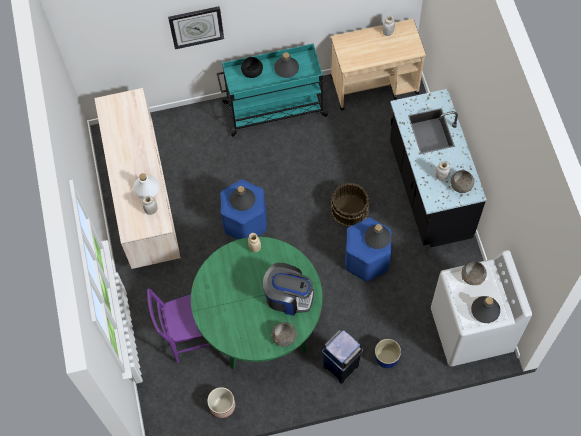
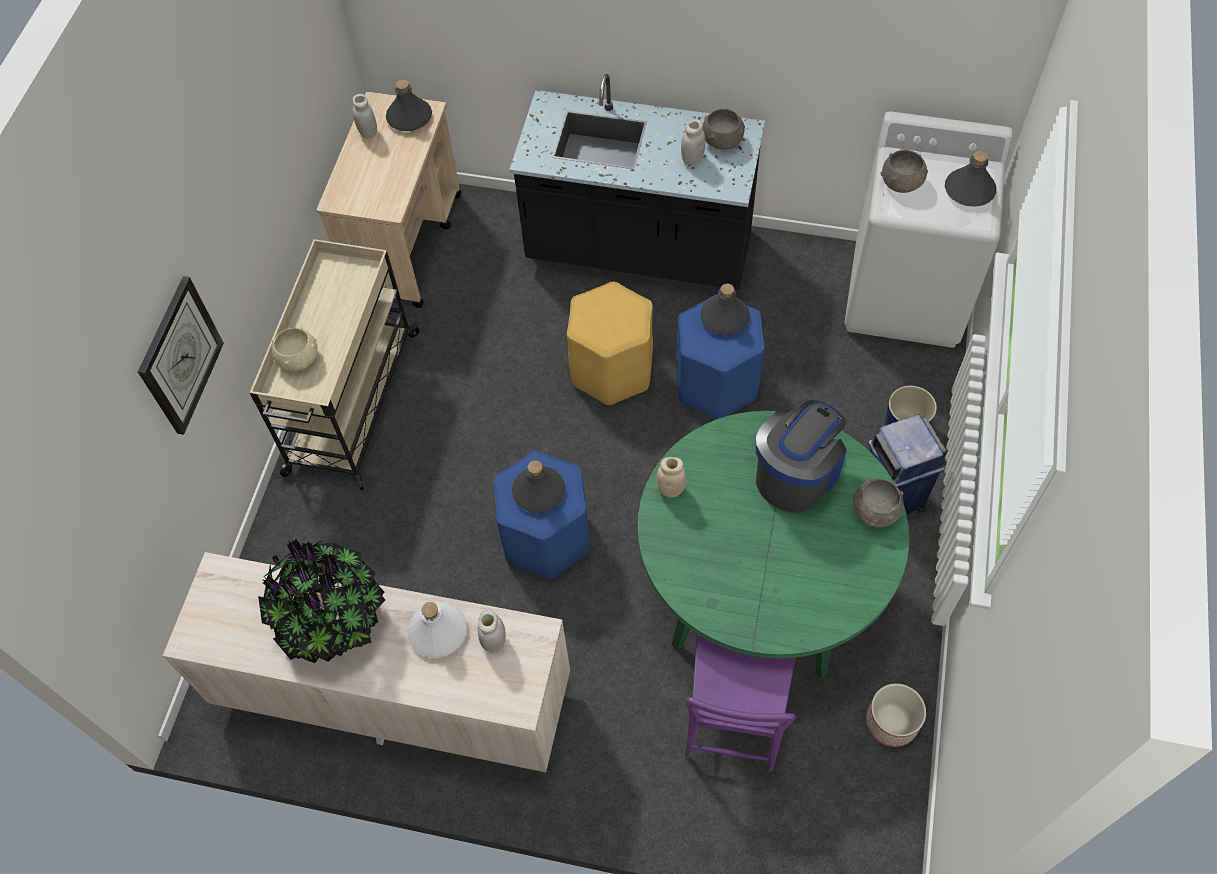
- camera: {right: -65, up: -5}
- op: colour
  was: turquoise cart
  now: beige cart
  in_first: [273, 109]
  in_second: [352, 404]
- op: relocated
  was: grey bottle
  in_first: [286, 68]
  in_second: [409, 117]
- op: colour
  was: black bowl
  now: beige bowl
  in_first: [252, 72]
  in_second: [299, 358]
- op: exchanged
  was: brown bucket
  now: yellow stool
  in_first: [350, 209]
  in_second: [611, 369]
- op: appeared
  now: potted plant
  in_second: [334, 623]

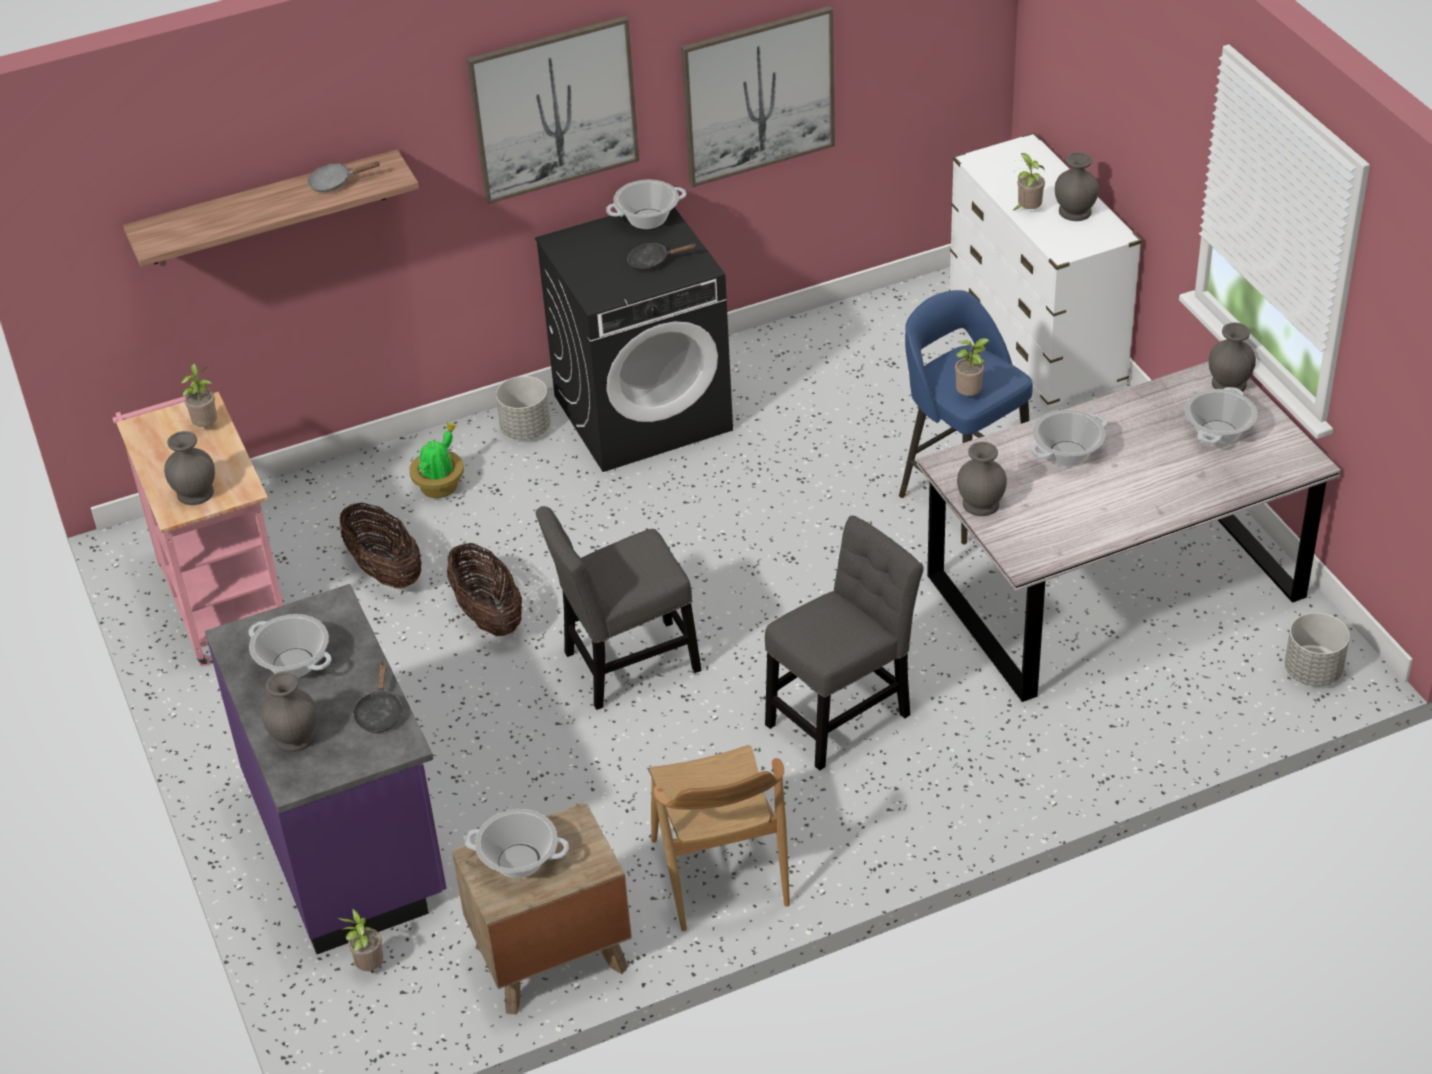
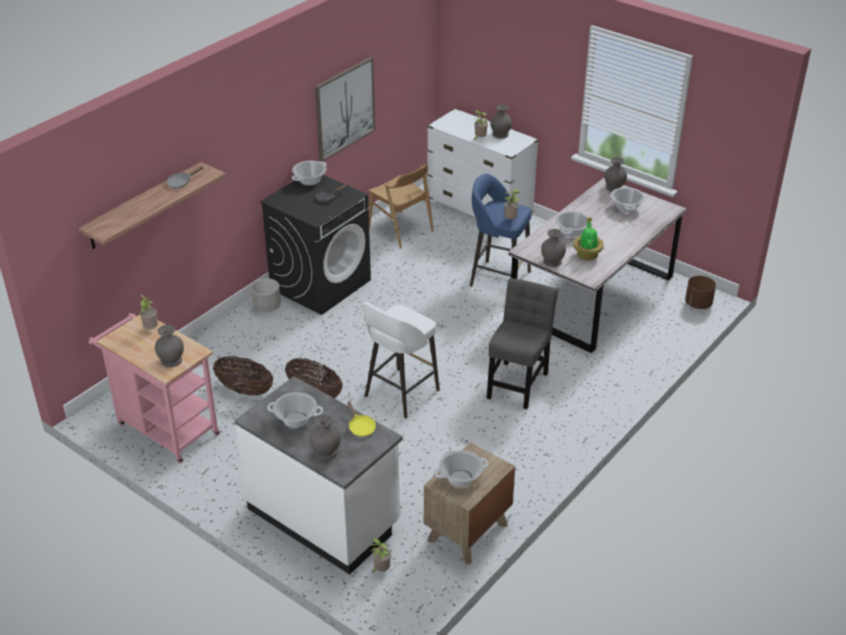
- camera: {right: -30, up: -5}
- op: missing
  was: picture
  in_first: [554, 109]
- op: relocated
  was: potted plant
  in_first: [440, 485]
  in_second: [587, 254]
- op: exchanged
  was: grey chair
  now: white stool
  in_first: [625, 665]
  in_second: [400, 394]
- op: colour
  was: purple counter
  now: white counter
  in_first: [349, 840]
  in_second: [324, 517]
- op: colour
  was: grey planter
  now: brown planter
  in_first: [1312, 672]
  in_second: [698, 304]
- op: colour
  was: black frying pan
  now: yellow frying pan
  in_first: [379, 713]
  in_second: [360, 427]
- op: relocated
  was: brown chair
  in_first: [719, 873]
  in_second: [400, 230]

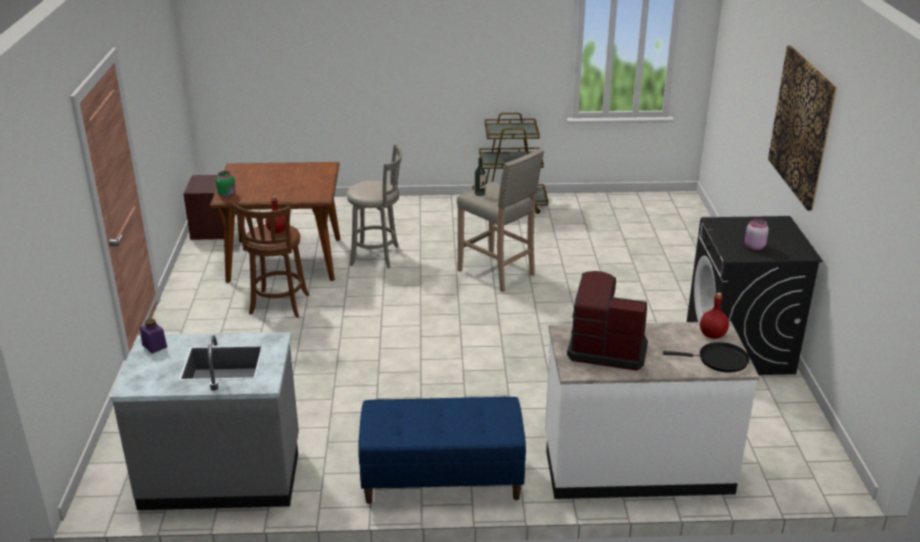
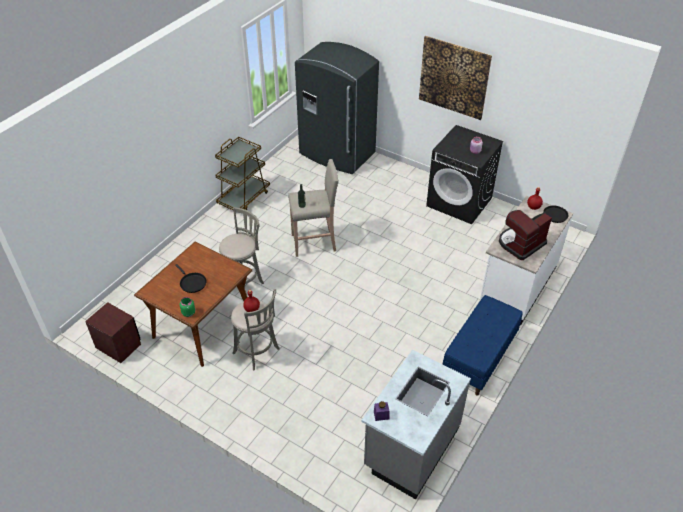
- camera: {right: -55, up: 15}
- op: colour
  was: brown stool
  now: grey stool
  in_first: [278, 306]
  in_second: [258, 352]
- op: appeared
  now: grey fridge
  in_second: [336, 154]
- op: appeared
  now: black frying pan
  in_second: [192, 283]

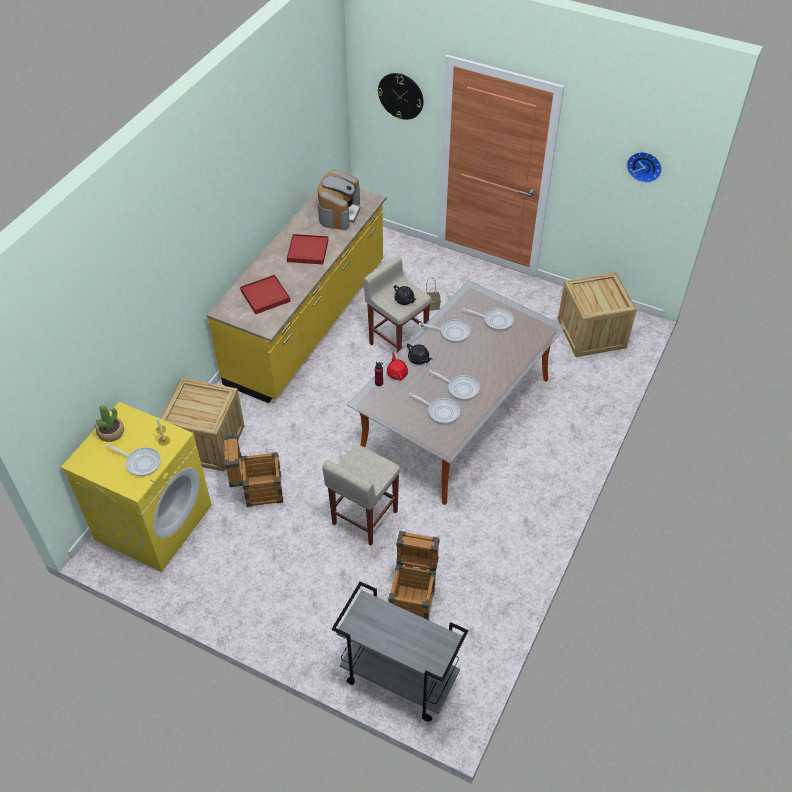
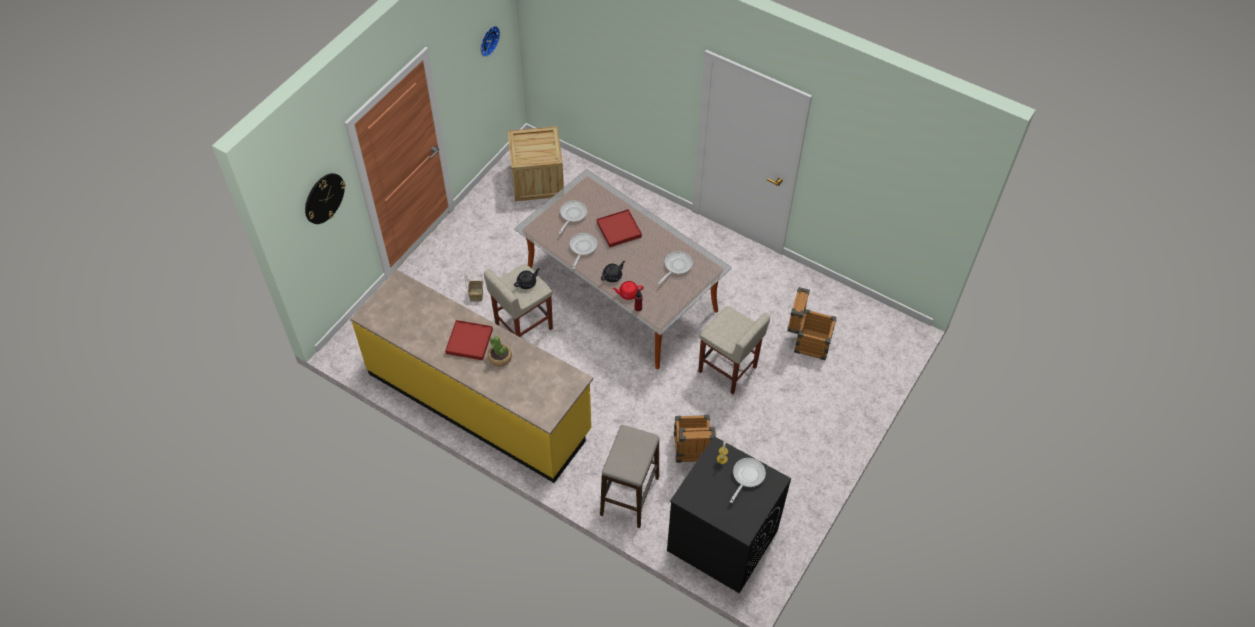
- camera: {right: -85, up: 5}
- op: missing
  was: coffee machine
  in_first: [339, 212]
- op: relocated
  was: red tray
  in_first: [265, 296]
  in_second: [618, 229]
- op: missing
  was: frying pan
  in_first: [460, 388]
- op: exchanged
  was: crate
  now: stool
  in_first: [207, 442]
  in_second: [630, 496]
- op: colour
  was: yellow washing machine
  now: black washing machine
  in_first: [153, 521]
  in_second: [721, 540]
- op: relocated
  was: potted plant
  in_first: [111, 432]
  in_second: [500, 357]
- op: missing
  was: grey cart
  in_first: [398, 679]

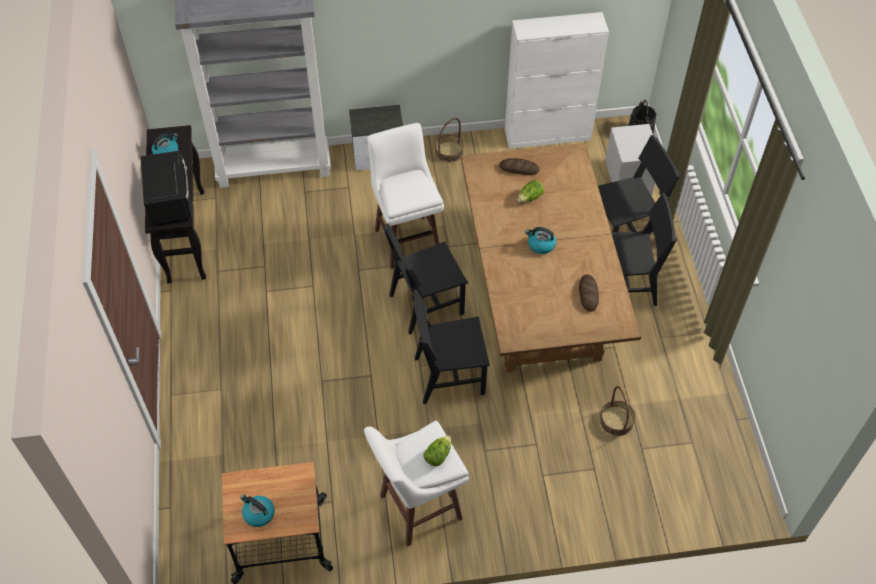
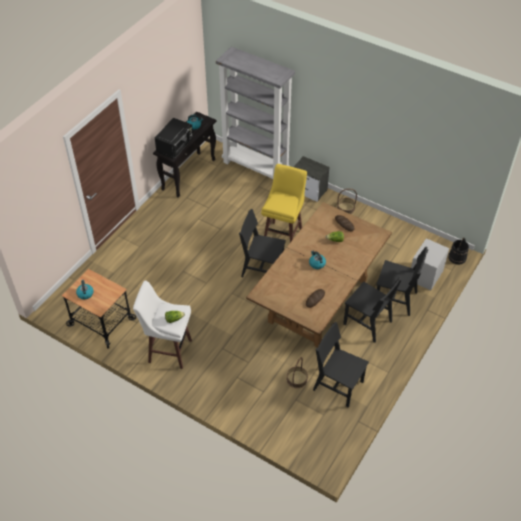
- camera: {right: 40, up: -5}
- op: missing
  was: white cabinet
  in_first: [548, 135]
- op: colour
  was: white stool
  now: yellow stool
  in_first: [407, 240]
  in_second: [283, 235]
- op: relocated
  was: black chair
  in_first: [449, 376]
  in_second: [338, 385]

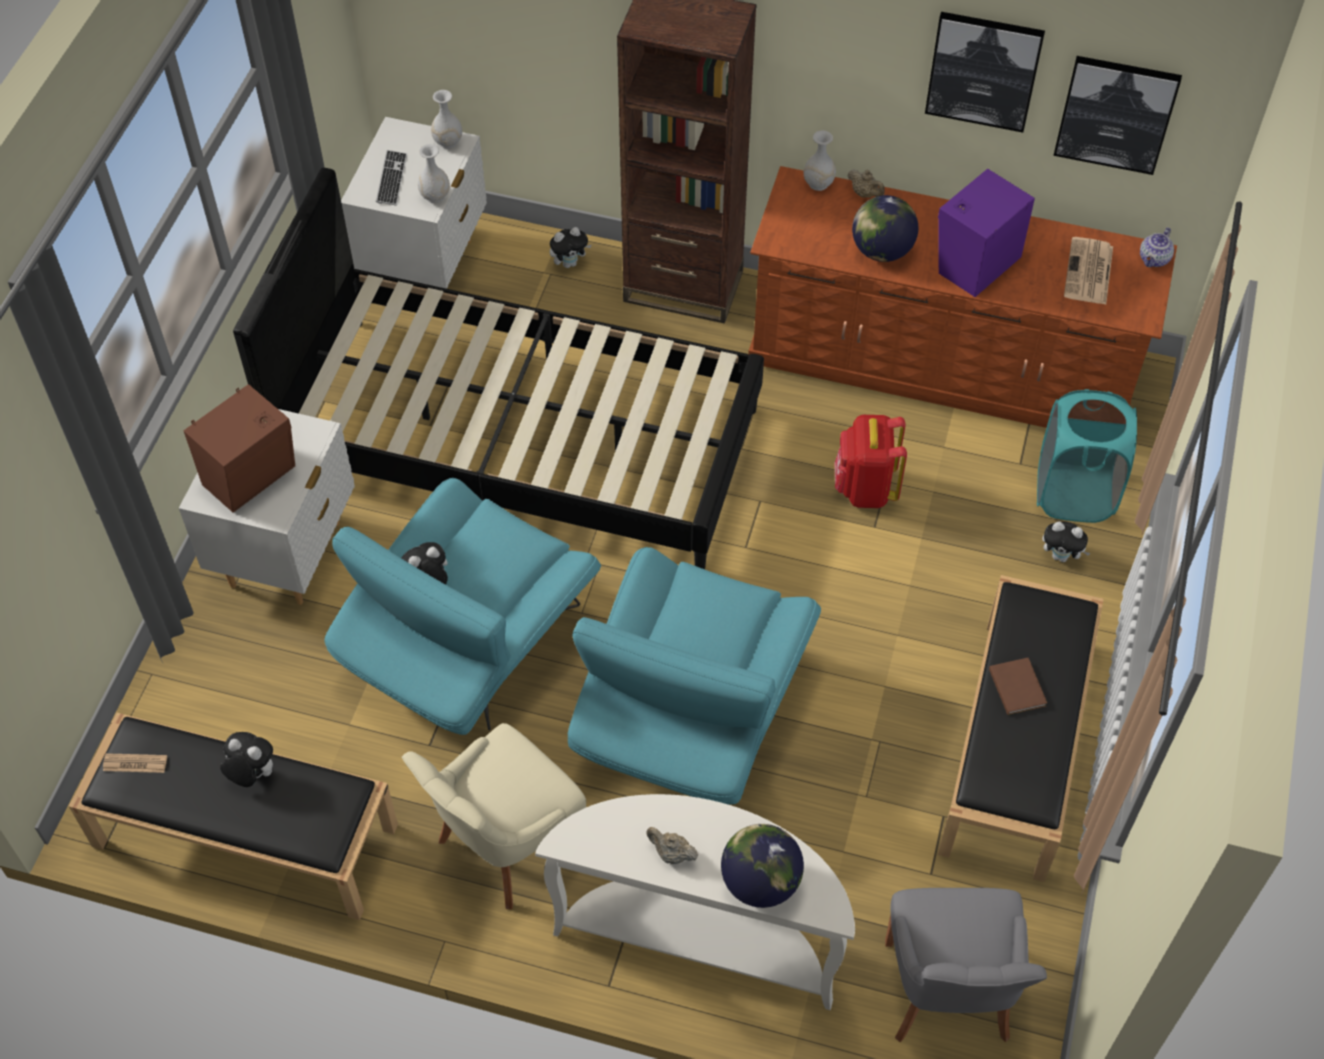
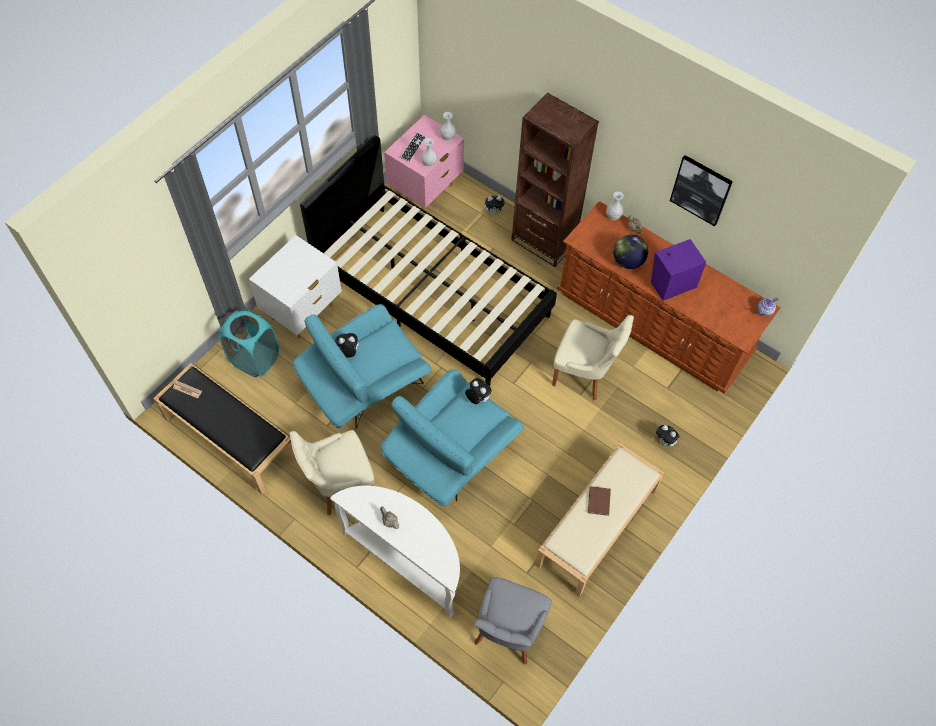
- camera: {right: 20, up: 5}
- op: missing
  was: picture
  in_first: [1116, 113]
- op: colour
  was: white nightstand
  now: pink nightstand
  in_first: [425, 266]
  in_second: [425, 191]
- op: missing
  was: newspaper
  in_first: [1089, 273]
- op: missing
  was: brown speaker
  in_first: [253, 477]
- op: relocated
  was: turquoise laundry basket
  in_first: [1074, 493]
  in_second: [255, 359]
- op: exchanged
  was: red backpack
  now: beige chair
  in_first: [865, 488]
  in_second: [584, 374]
- op: colour
  was: black bench
  now: beige bench
  in_first: [1016, 747]
  in_second: [596, 527]
- op: relocated
  was: plush toy
  in_first: [252, 775]
  in_second: [477, 399]
- op: missing
  was: globe
  in_first: [760, 881]

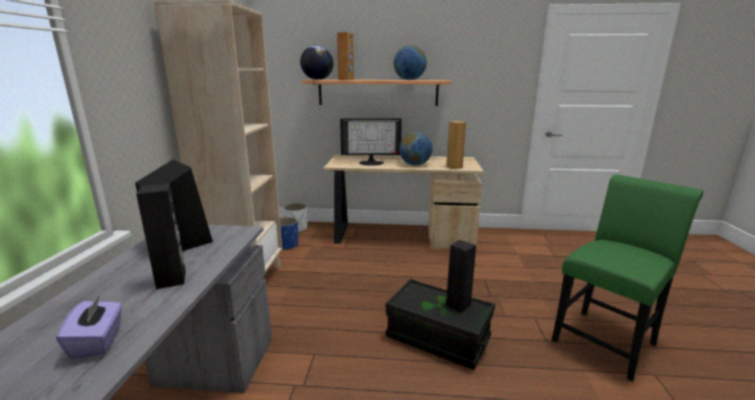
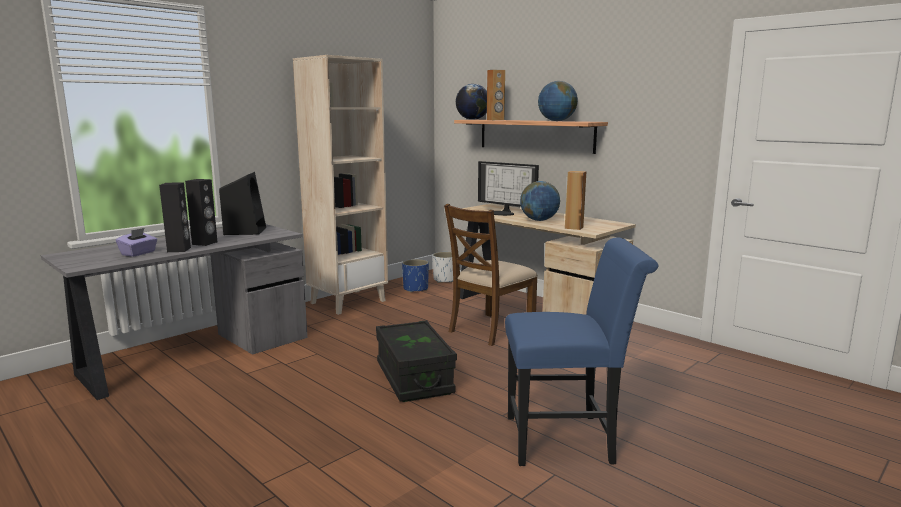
- camera: {right: 40, up: -5}
- op: colour
  was: green chair
  now: blue chair
  in_first: [607, 339]
  in_second: [568, 439]
- op: relocated
  was: black speaker
  in_first: [458, 305]
  in_second: [179, 250]
- op: appeared
  now: brown chair
  in_second: [490, 329]

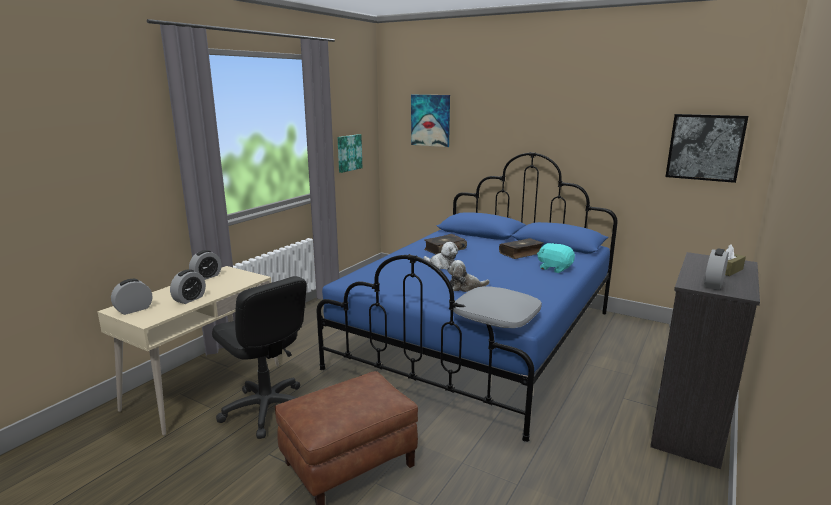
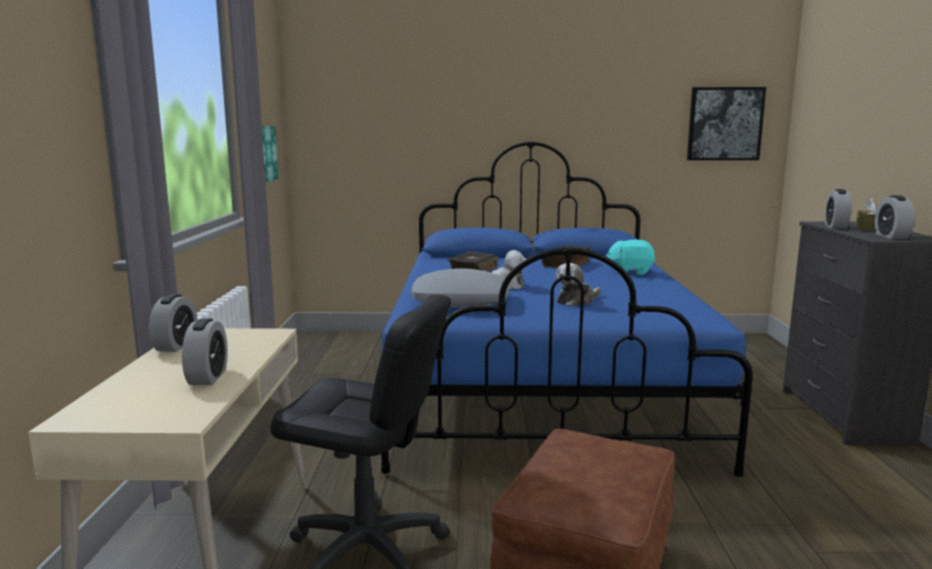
- camera: {right: -30, up: -5}
- op: missing
  was: picture
  in_first: [430, 120]
- op: relocated
  was: alarm clock
  in_first: [134, 309]
  in_second: [835, 226]
- op: relocated
  was: grey pillow
  in_first: [497, 316]
  in_second: [461, 301]

